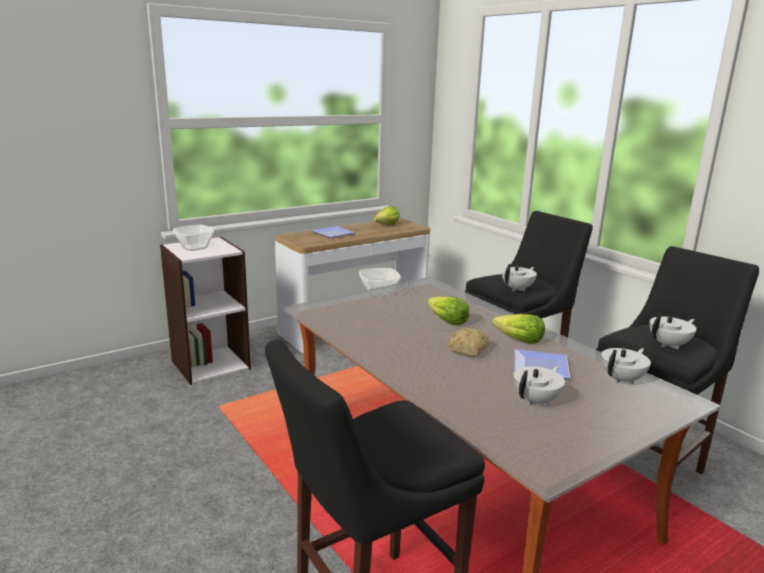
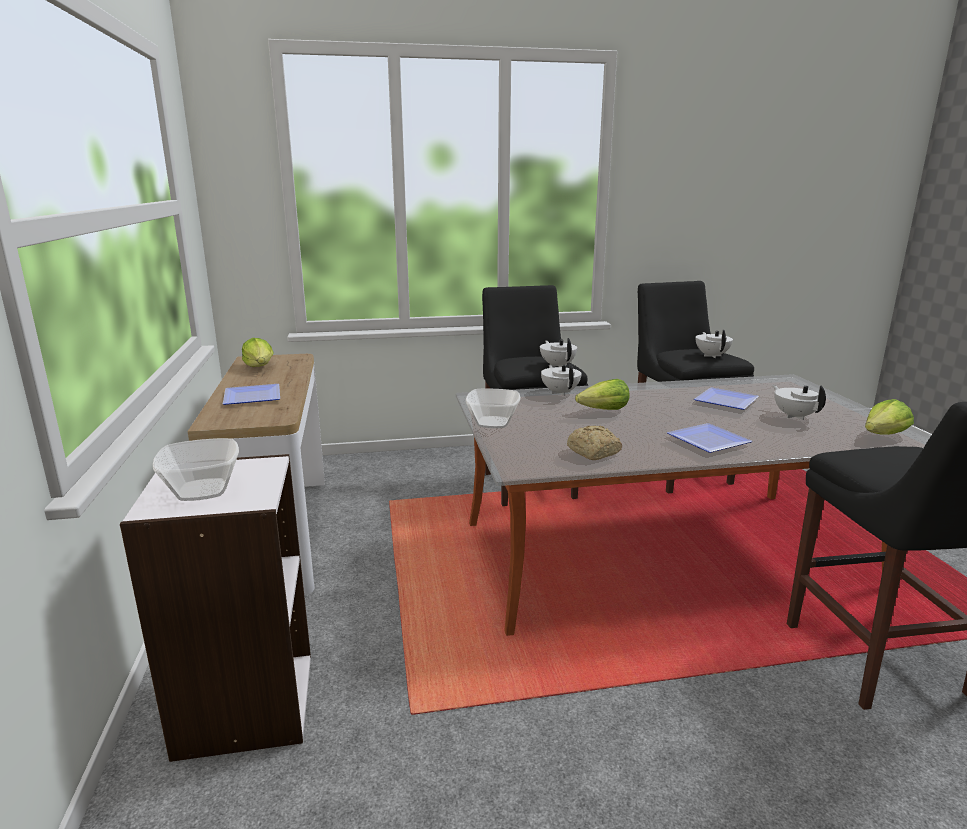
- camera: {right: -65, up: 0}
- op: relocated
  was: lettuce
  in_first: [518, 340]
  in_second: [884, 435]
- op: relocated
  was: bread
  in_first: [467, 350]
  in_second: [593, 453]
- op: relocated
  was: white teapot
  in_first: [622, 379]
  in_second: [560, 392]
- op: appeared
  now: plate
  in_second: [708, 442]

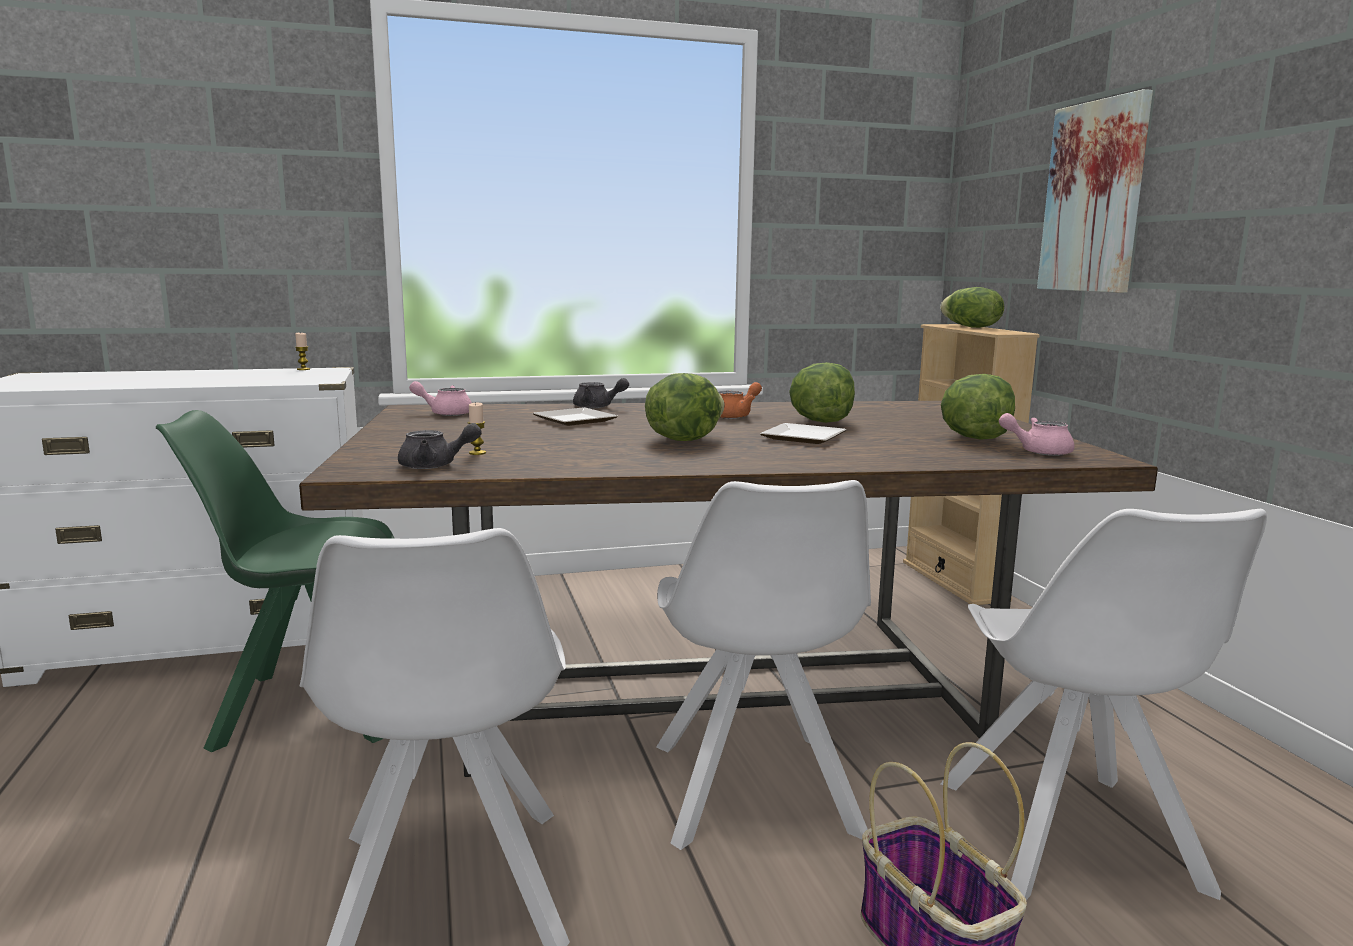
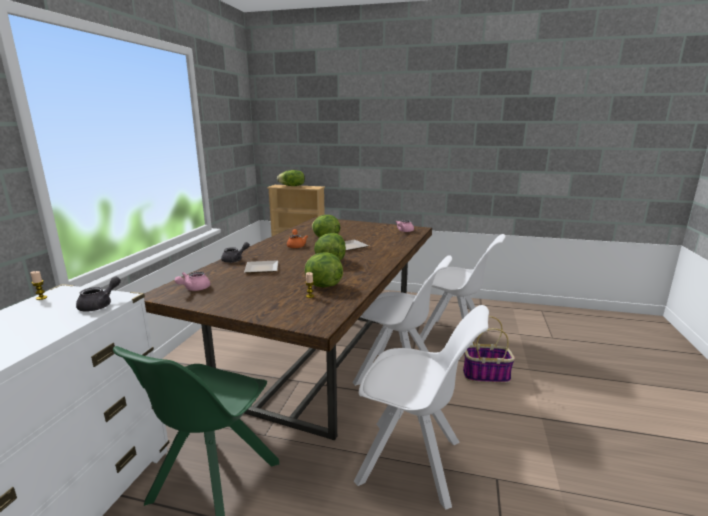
- camera: {right: -60, up: 5}
- op: missing
  was: picture
  in_first: [1094, 197]
- op: relocated
  was: lettuce
  in_first: [975, 438]
  in_second: [322, 285]
- op: relocated
  was: grey teapot
  in_first: [435, 466]
  in_second: [100, 305]

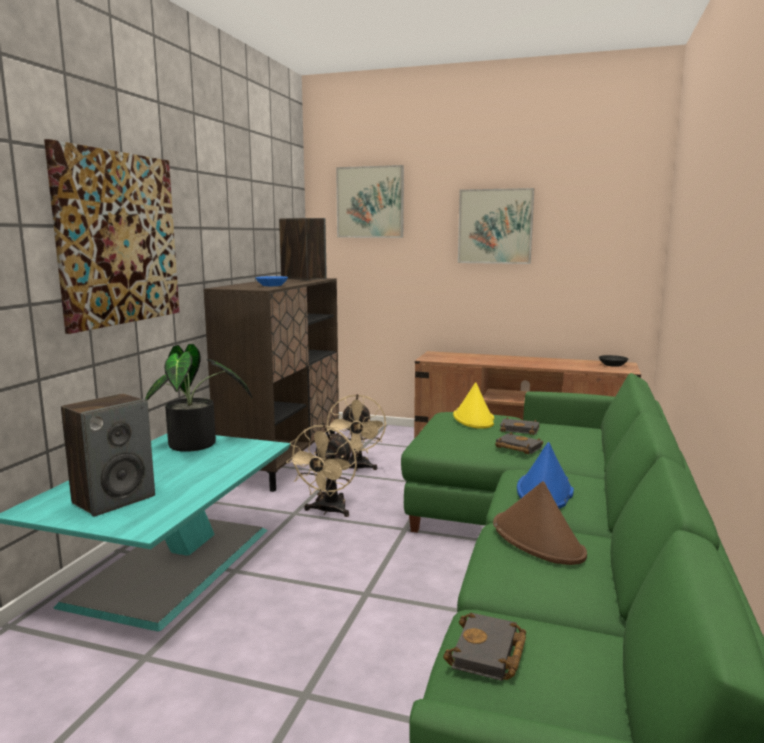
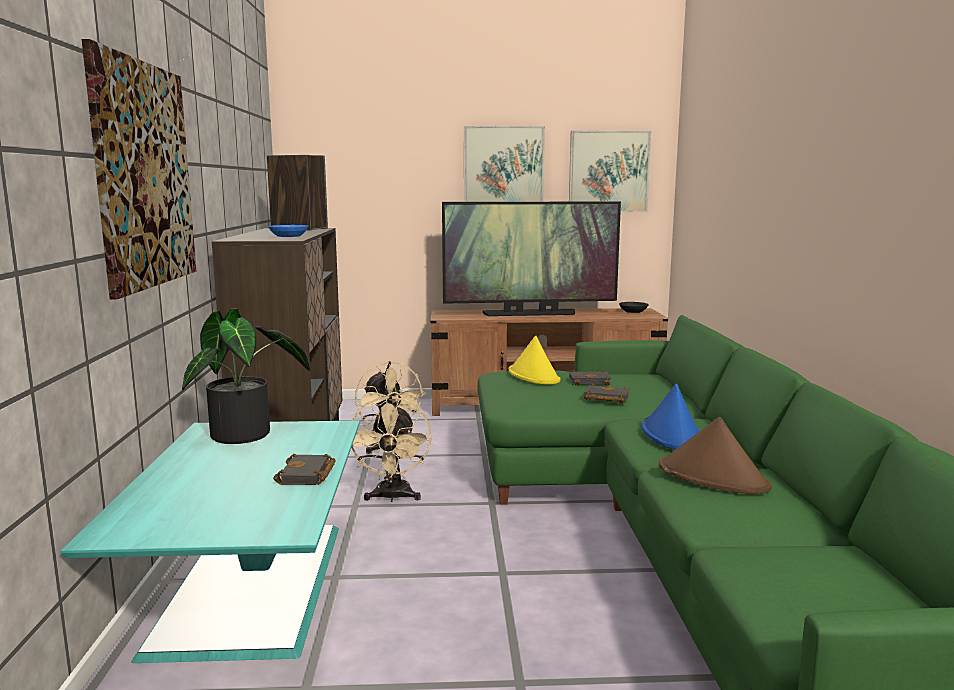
- camera: {right: -20, up: 0}
- op: relocated
  was: picture
  in_first: [370, 202]
  in_second: [608, 172]
- op: missing
  was: speaker
  in_first: [114, 499]
- op: relocated
  was: black book
  in_first: [488, 654]
  in_second: [307, 475]
- op: appeared
  now: television
  in_second: [530, 313]

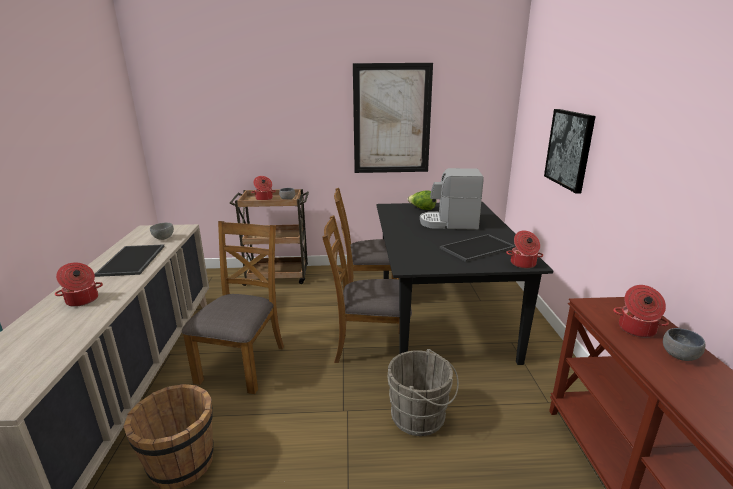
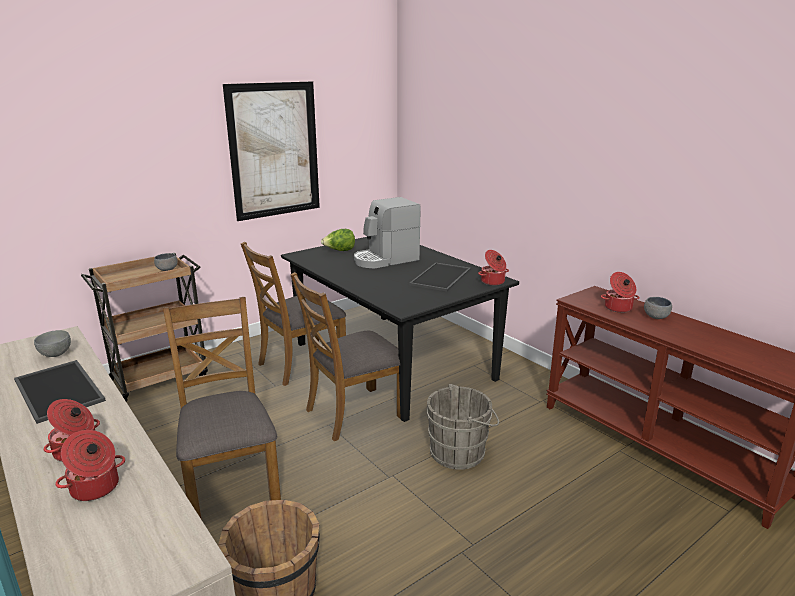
- camera: {right: -35, up: 0}
- op: missing
  was: picture
  in_first: [569, 149]
- op: relocated
  was: cooking pot
  in_first: [264, 199]
  in_second: [95, 488]

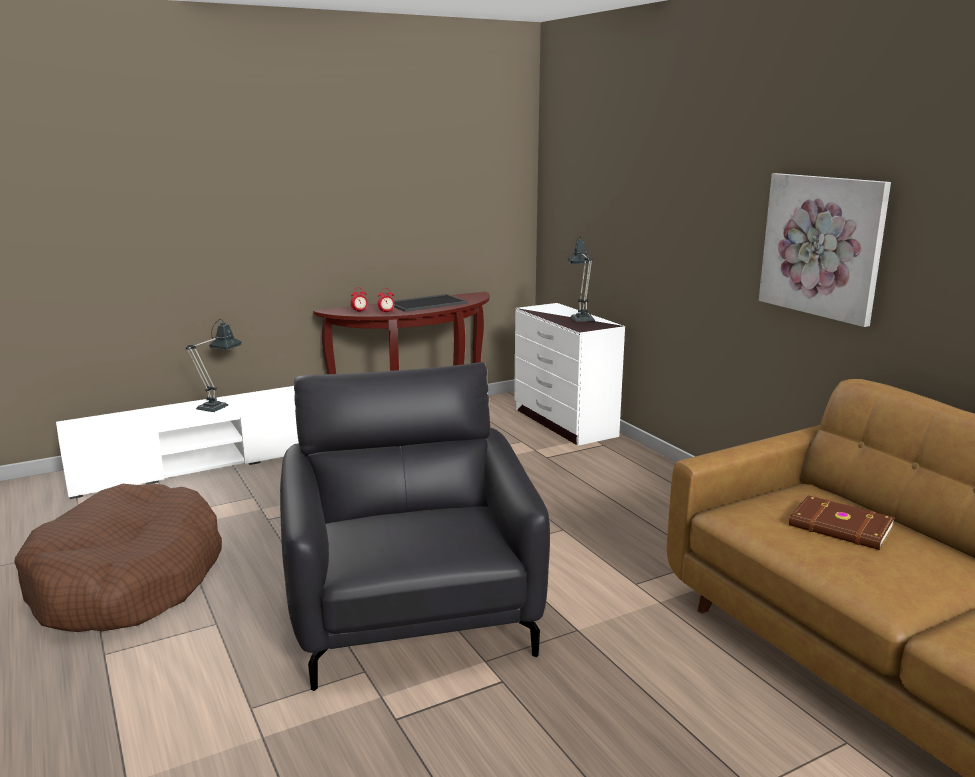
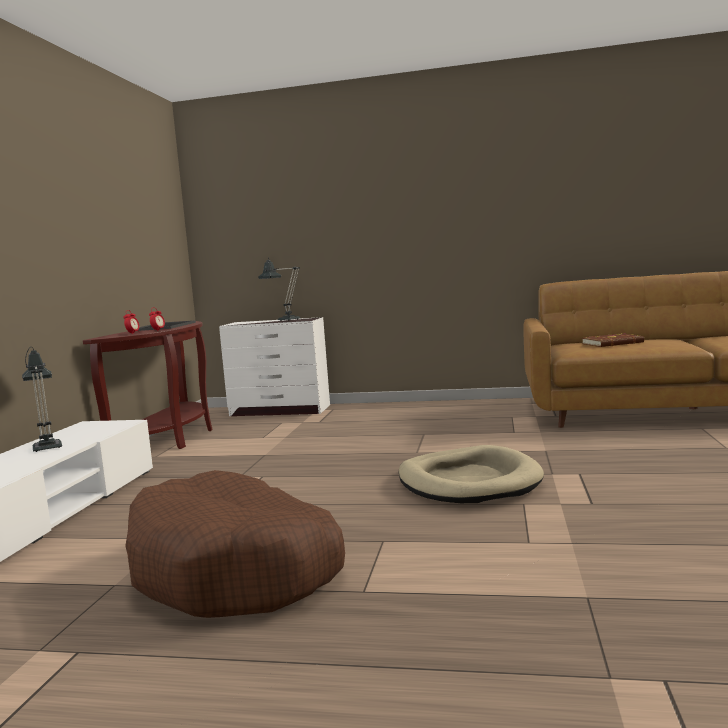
- camera: {right: -50, up: -10}
- op: missing
  was: picture
  in_first: [822, 246]
- op: exchanged
  was: black armchair
  now: beige dog bed
  in_first: [412, 614]
  in_second: [468, 481]

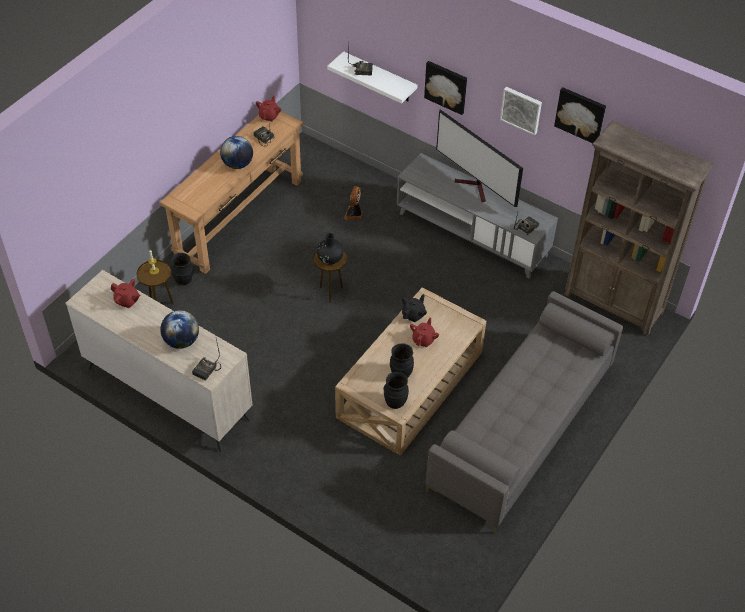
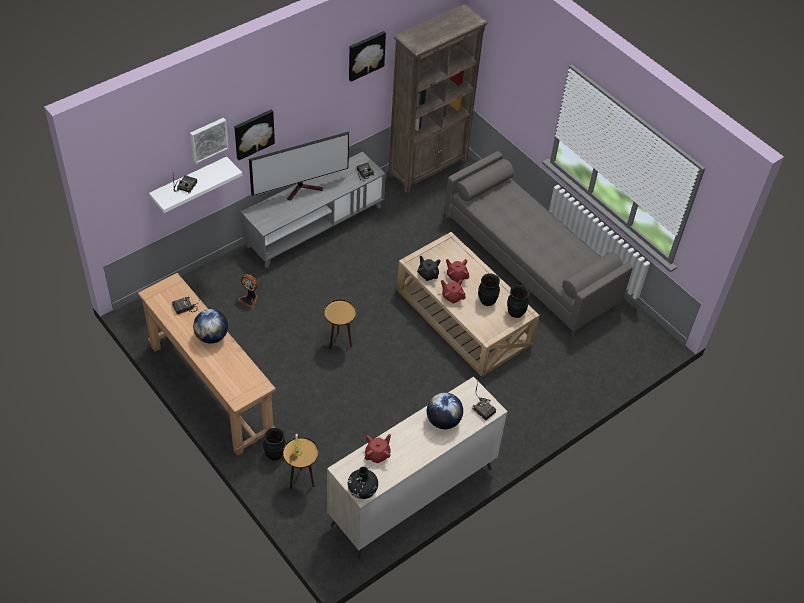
- camera: {right: -75, up: 0}
- op: relocated
  was: picture
  in_first: [521, 109]
  in_second: [208, 139]
- op: relocated
  was: red teapot
  in_first: [269, 116]
  in_second: [452, 296]
- op: relocated
  was: black vase
  in_first: [330, 259]
  in_second: [362, 490]

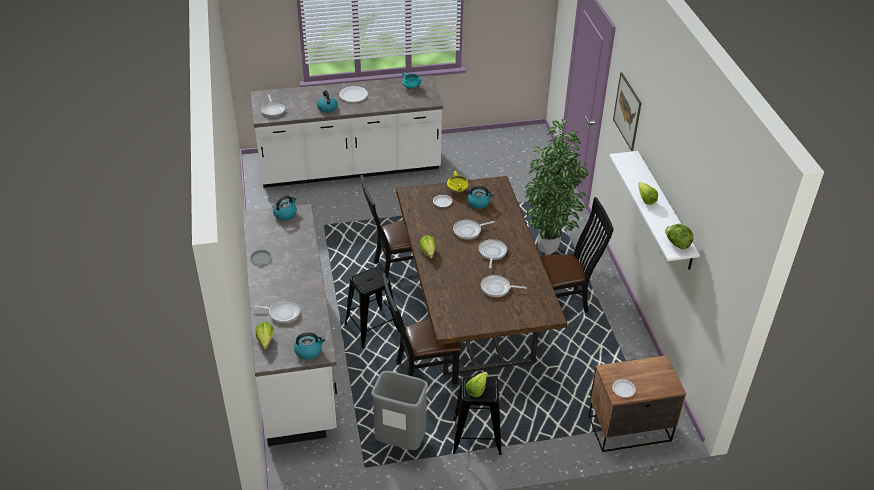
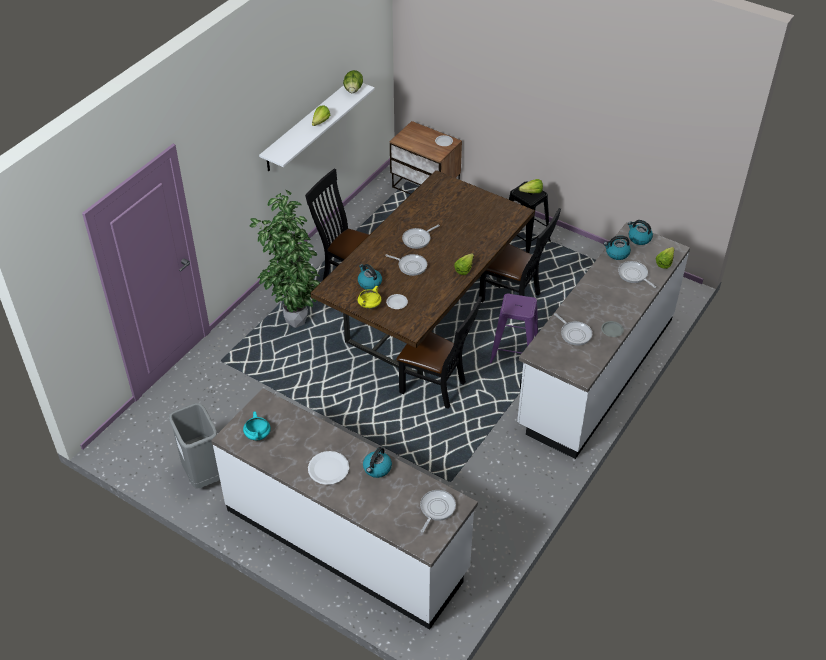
- camera: {right: -135, up: 5}
- op: missing
  was: picture
  in_first: [627, 111]
- op: relocated
  was: kettle
  in_first: [285, 214]
  in_second: [617, 253]
- op: colour
  was: black stool
  now: purple stool
  in_first: [372, 328]
  in_second: [514, 352]
- op: relocated
  was: frying pan
  in_first: [497, 288]
  in_second: [574, 333]
- op: relocated
  was: grey trash can
  in_first: [400, 440]
  in_second: [204, 475]

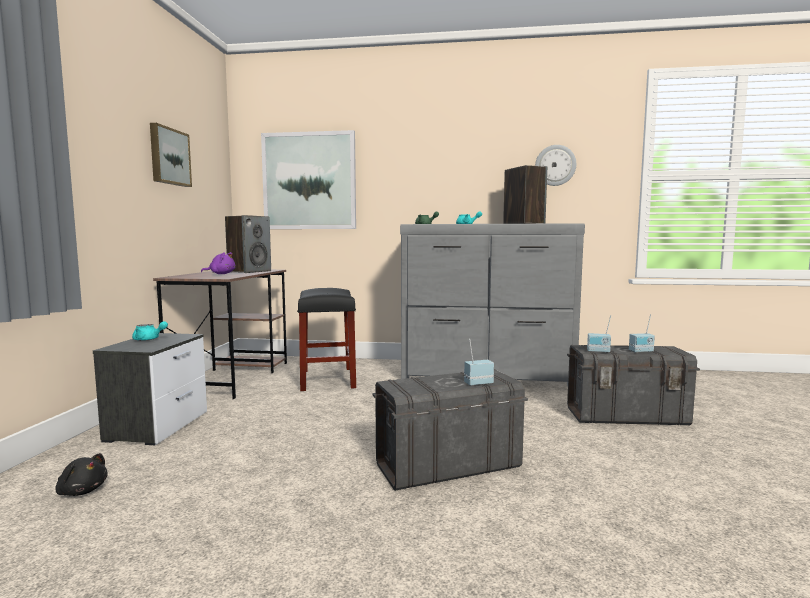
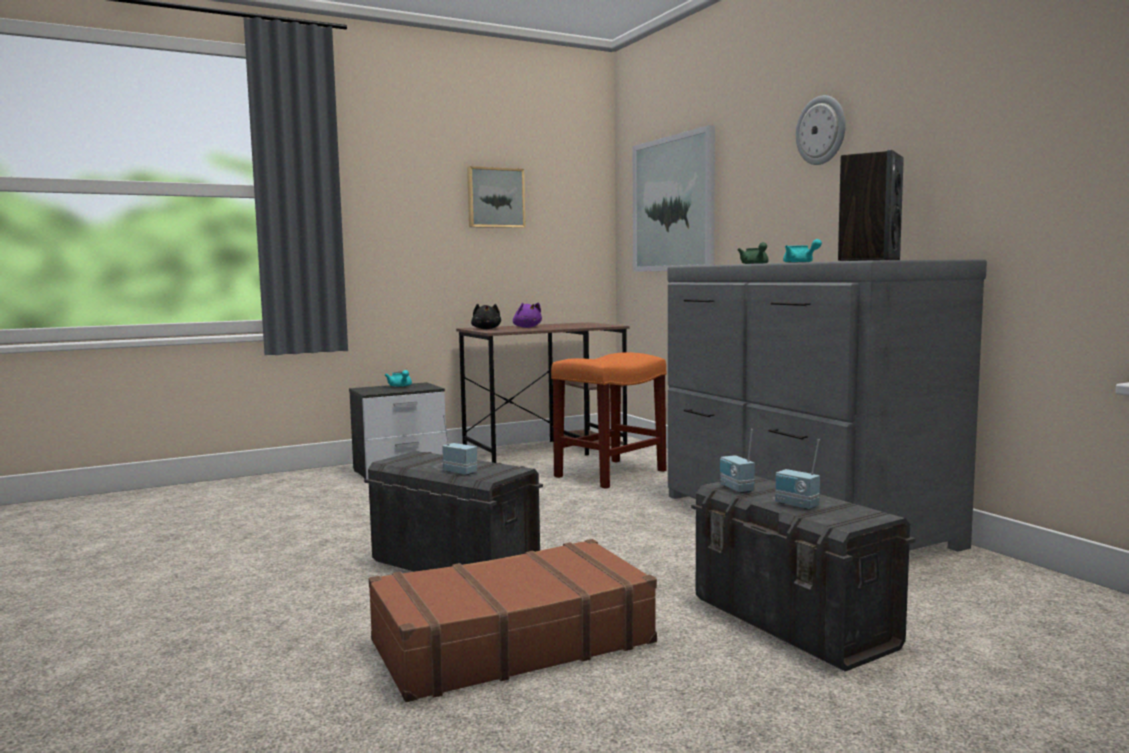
- camera: {right: 55, up: 0}
- op: relocated
  was: wall clock
  in_first: [555, 165]
  in_second: [821, 130]
- op: missing
  was: speaker
  in_first: [249, 271]
- op: colour
  was: black stool
  now: orange stool
  in_first: [328, 379]
  in_second: [609, 474]
- op: relocated
  was: black plush toy
  in_first: [82, 491]
  in_second: [486, 329]
- op: appeared
  now: brown suitcase
  in_second: [511, 642]

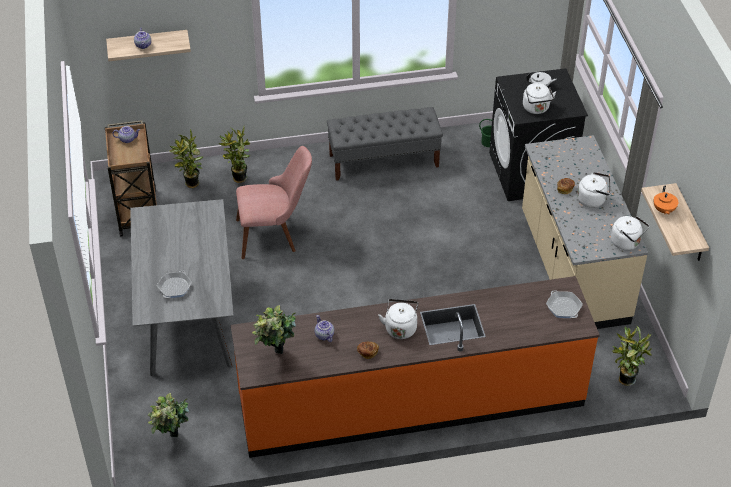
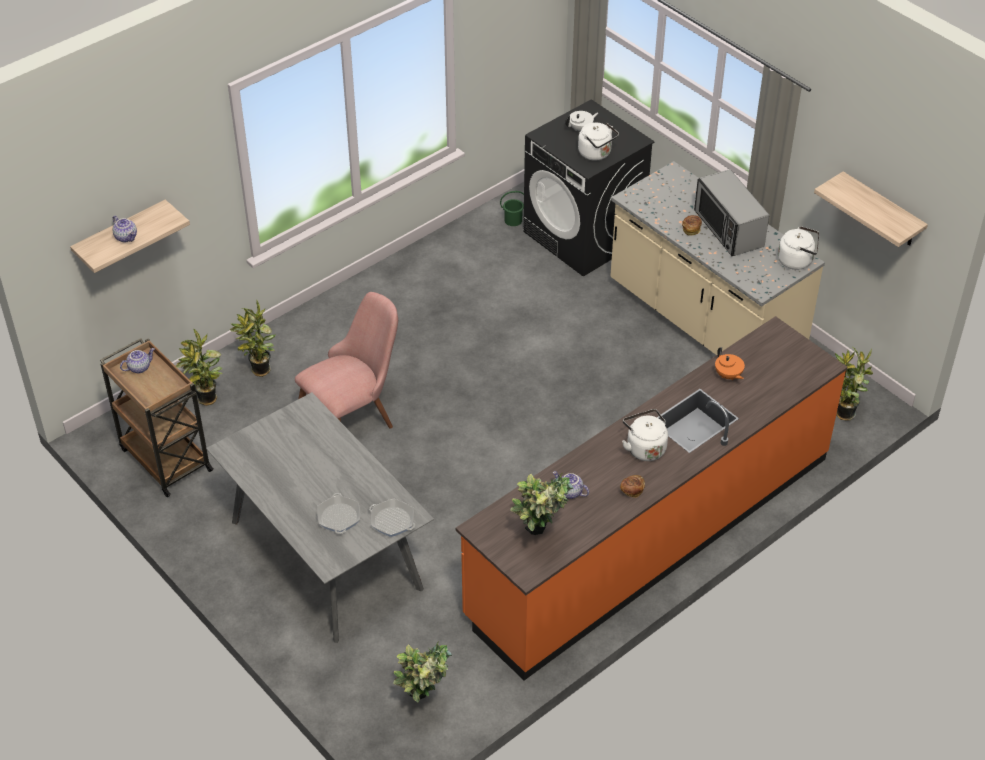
- camera: {right: -30, up: 0}
- op: missing
  was: grey bench
  in_first: [384, 160]
- op: exchanged
  was: white kettle
  now: microwave
  in_first: [593, 200]
  in_second: [728, 229]
- op: relocated
  was: orange teapot
  in_first: [663, 210]
  in_second: [728, 375]
- op: relocated
  was: frying pan
  in_first: [563, 307]
  in_second: [392, 521]

